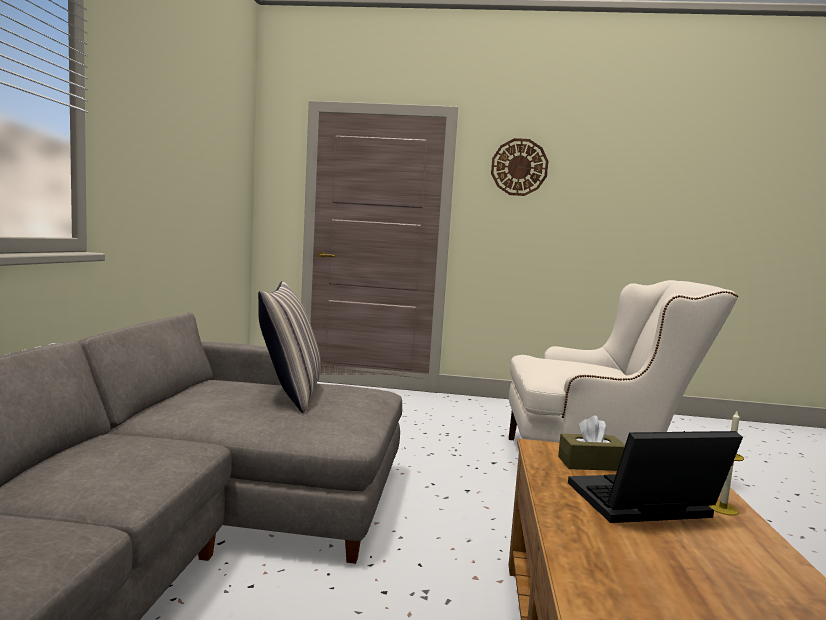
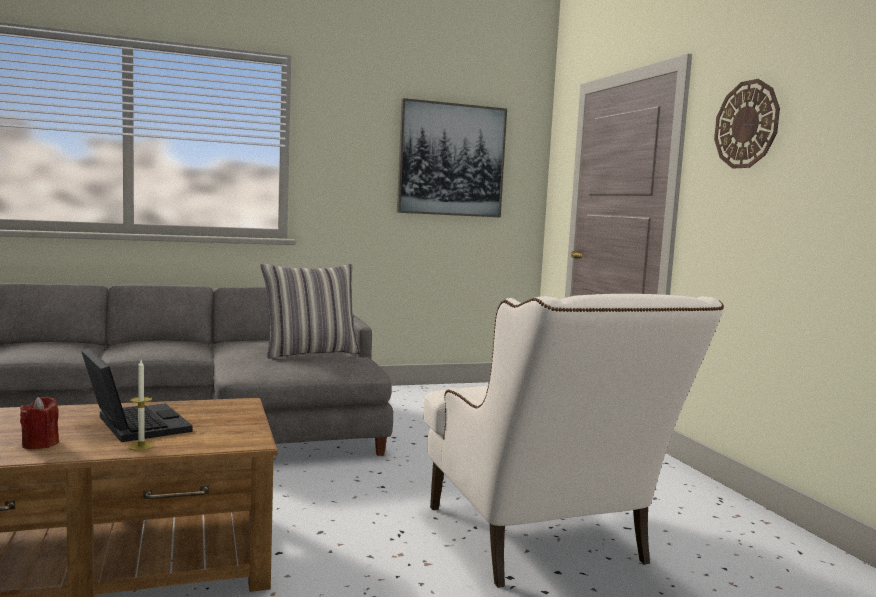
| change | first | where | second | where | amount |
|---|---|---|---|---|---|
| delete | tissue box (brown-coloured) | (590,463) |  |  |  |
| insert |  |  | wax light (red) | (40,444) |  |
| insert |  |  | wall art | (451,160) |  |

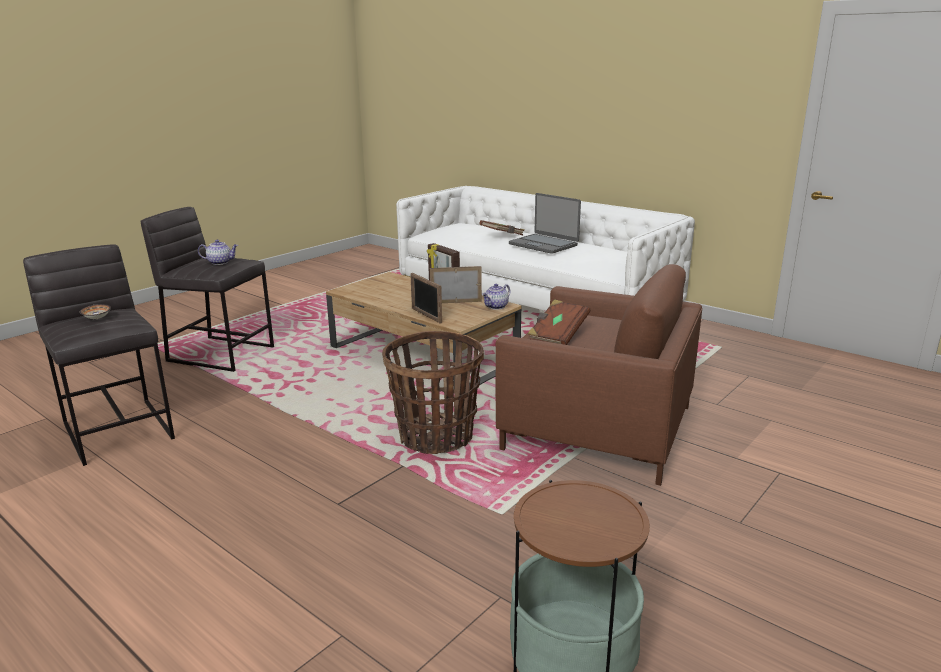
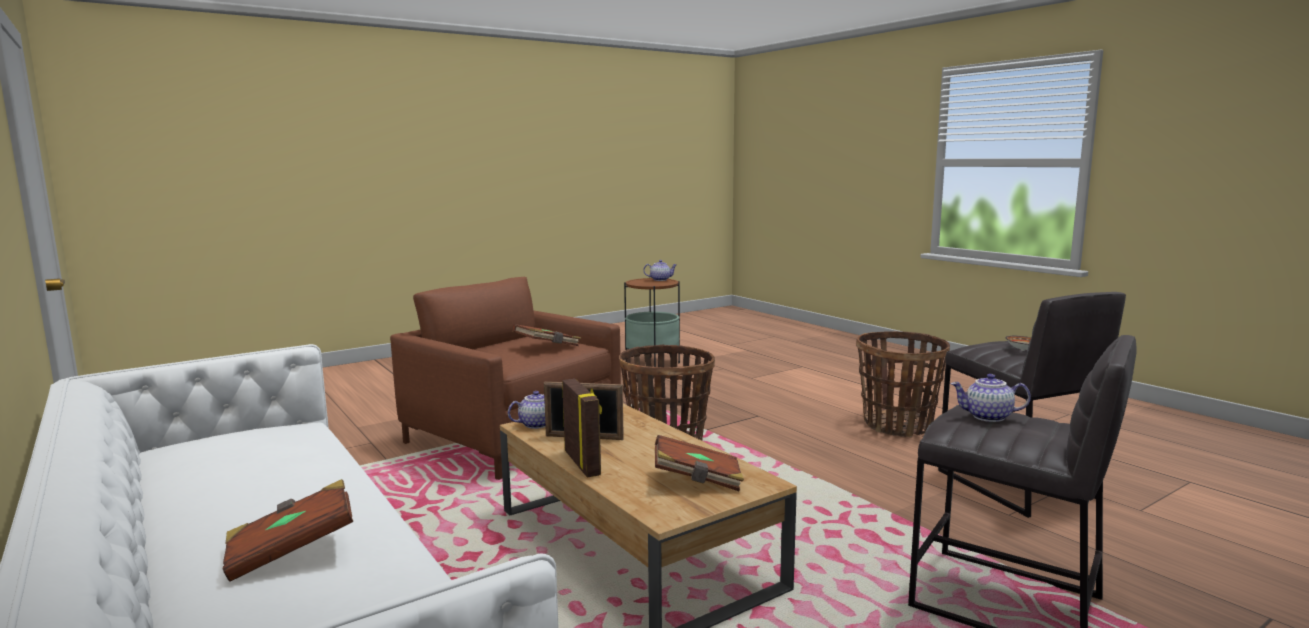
| change | first | where | second | where | amount |
|---|---|---|---|---|---|
| delete | standing frame | (426,315) |  |  |  |
| delete | portable computer | (543,244) |  |  |  |
| insert |  |  | teapot | (660,279) |  |
| insert |  |  | bound book (brown-coloured) | (697,480) |  |
| insert |  |  | storage basket | (897,425) |  |

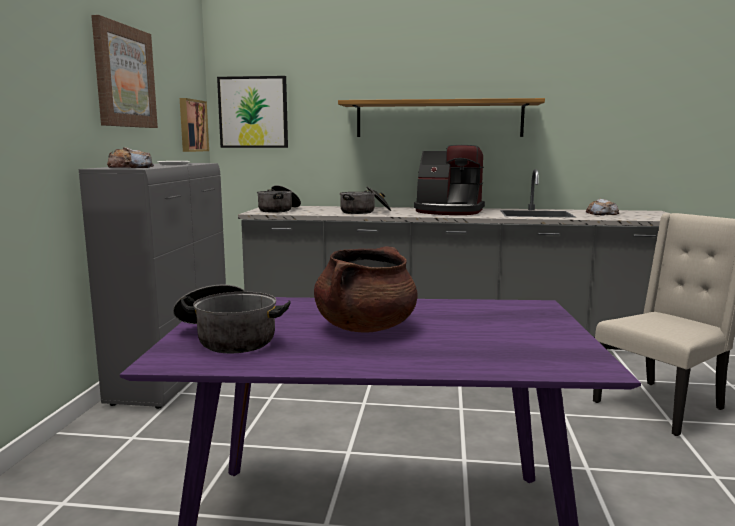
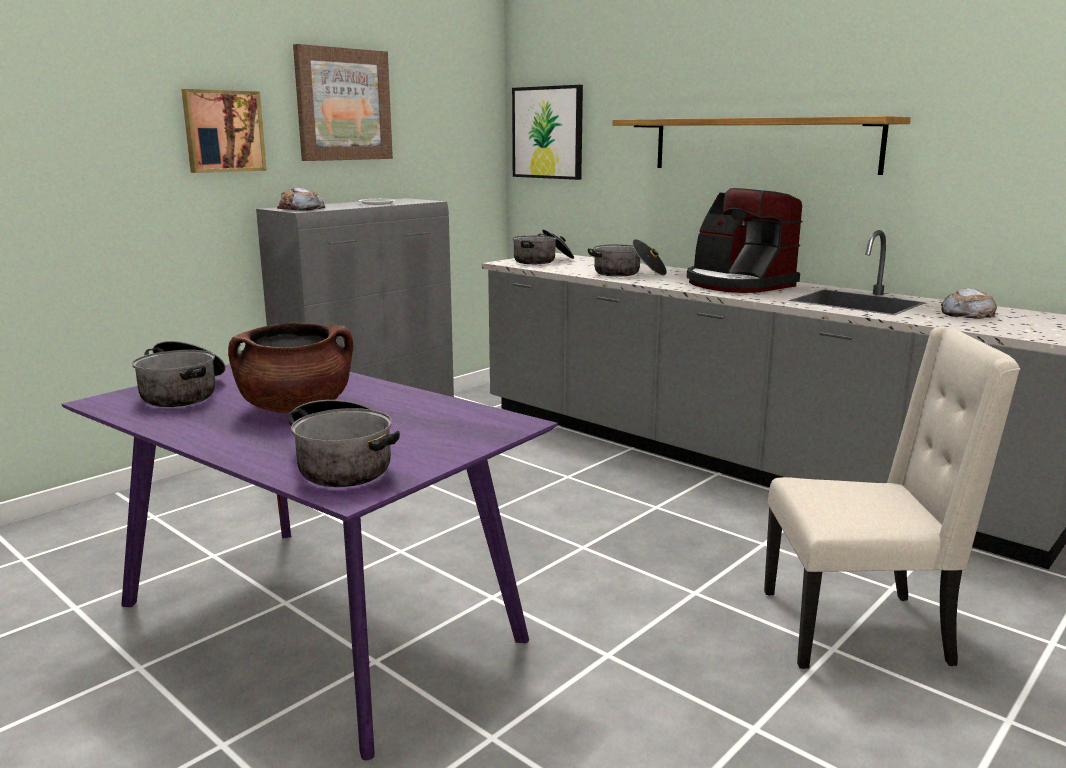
| change | first | where | second | where | amount |
|---|---|---|---|---|---|
| move | wall art | (192,125) |  | (223,131) |  |
| insert |  |  | saucepot | (342,464) |  |

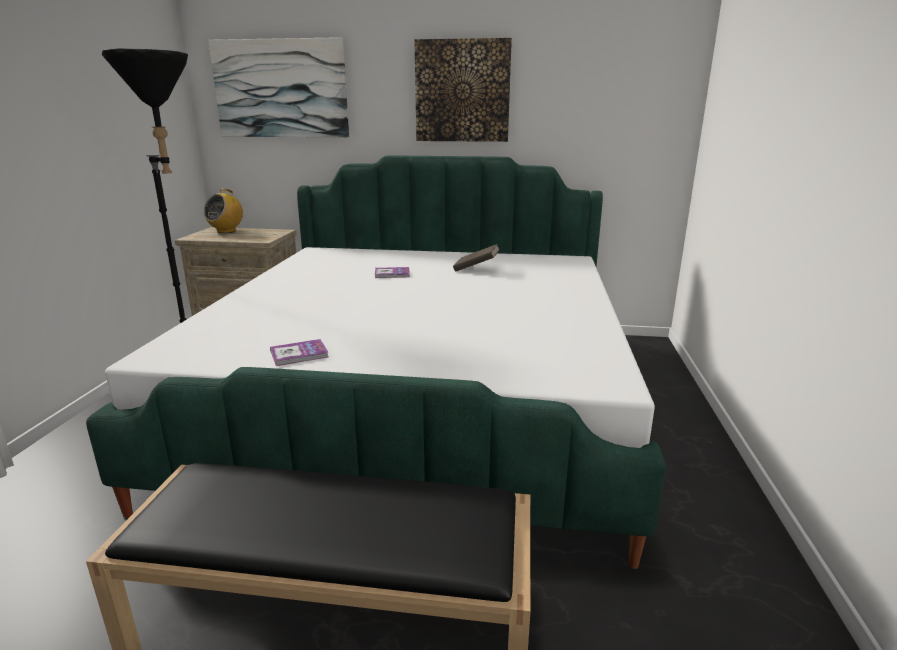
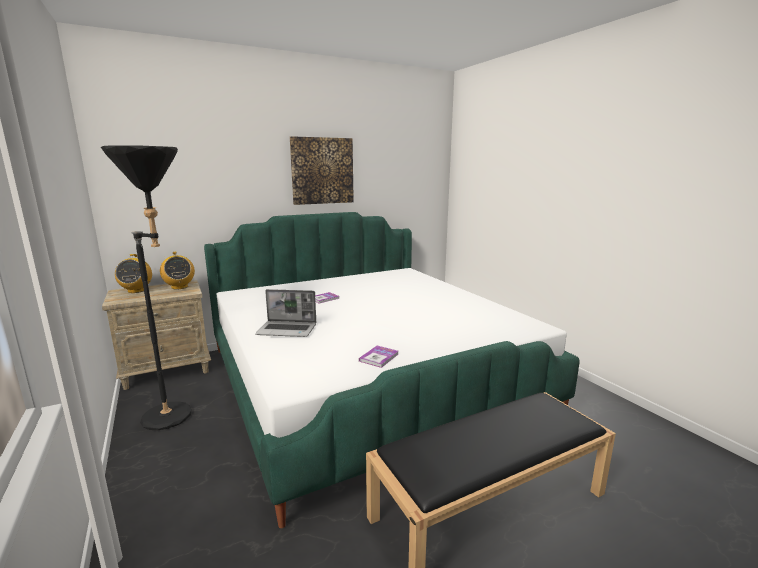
| change | first | where | second | where | amount |
|---|---|---|---|---|---|
| delete | wall art | (281,89) |  |  |  |
| delete | bound book (brown-coloured) | (476,269) |  |  |  |
| insert |  |  | radio receiver | (179,287) |  |
| insert |  |  | portable computer | (287,330) |  |

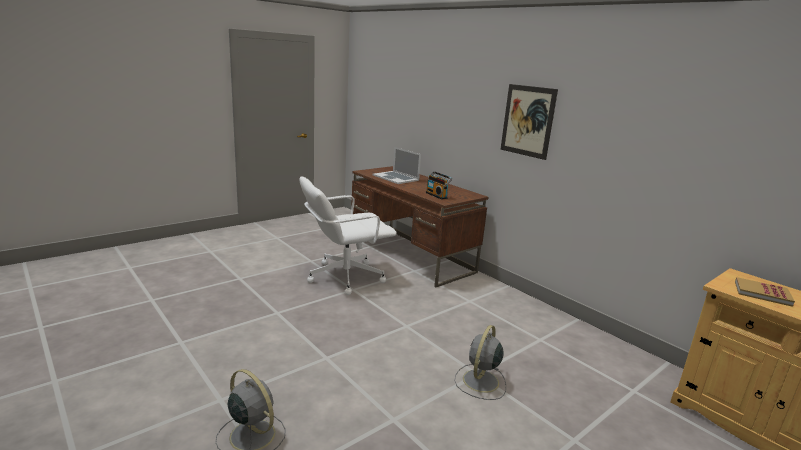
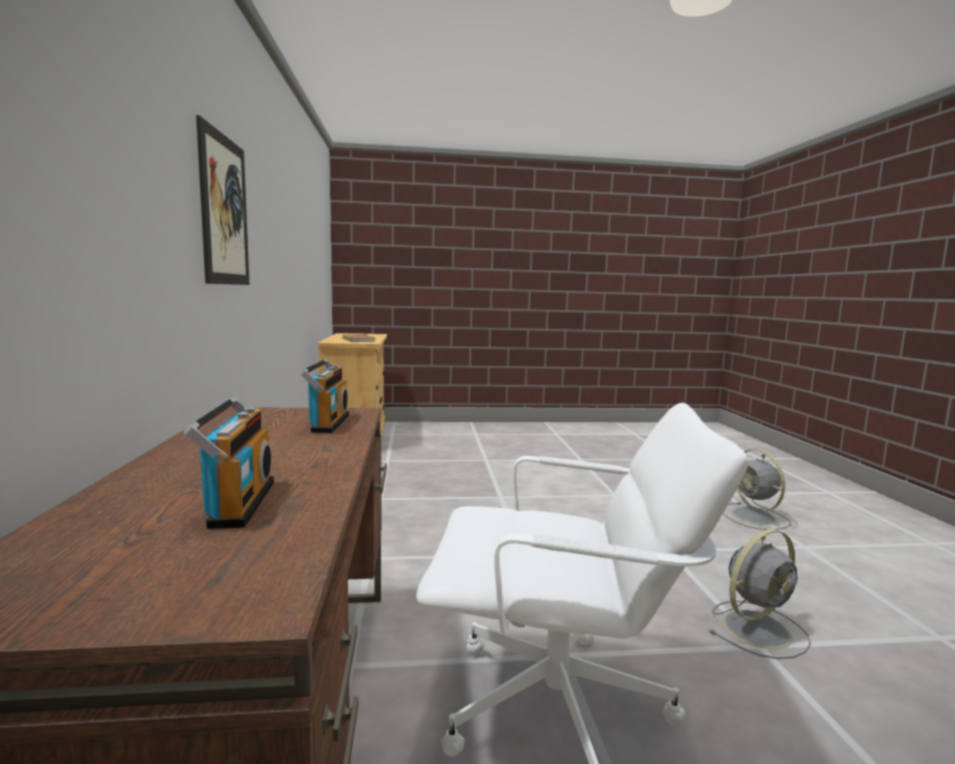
| change | first | where | second | where | amount |
|---|---|---|---|---|---|
| replace | portable computer | (396,178) | radio receiver | (237,503) |  |
| move | cooling fan (grey) | (480,382) |  | (758,628) |  |

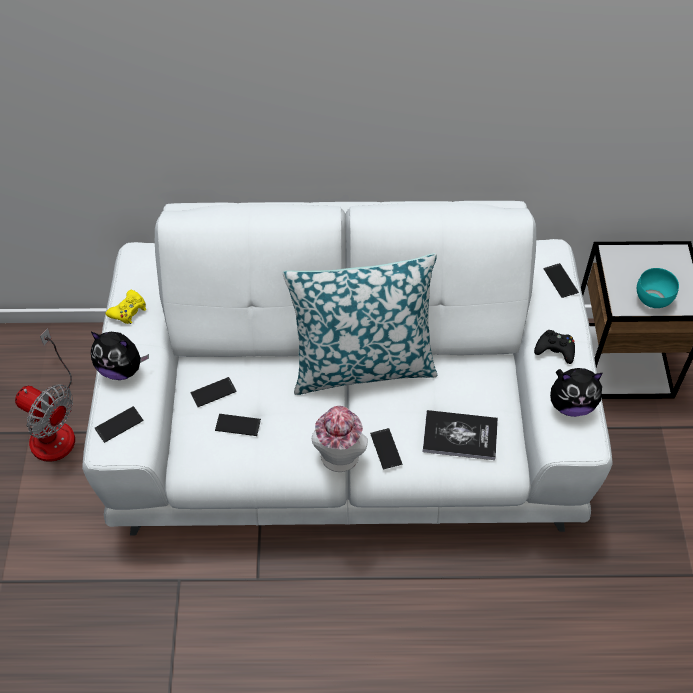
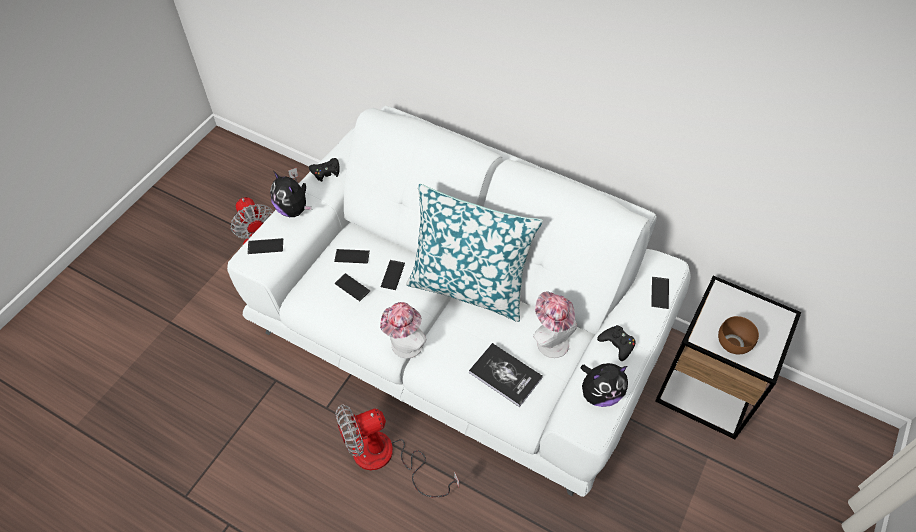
| change | first | where | second | where | amount |
|---|---|---|---|---|---|
| recolor | gamepad (yellowish) | (128,311) | gamepad (black-coloured) | (326,172) |  |
| move | phone | (386,449) |  | (393,275) |  |
| rotate | soft toy | (571,405) |  | (600,393) | 45 degrees counterclockwise |
| recolor | deep dish (turquoise) | (654,299) | deep dish (brown-coloured) | (734,345) |  |
| insert |  |  | cooling fan | (386,458) |  |
| insert |  |  | hat | (550,340) |  |

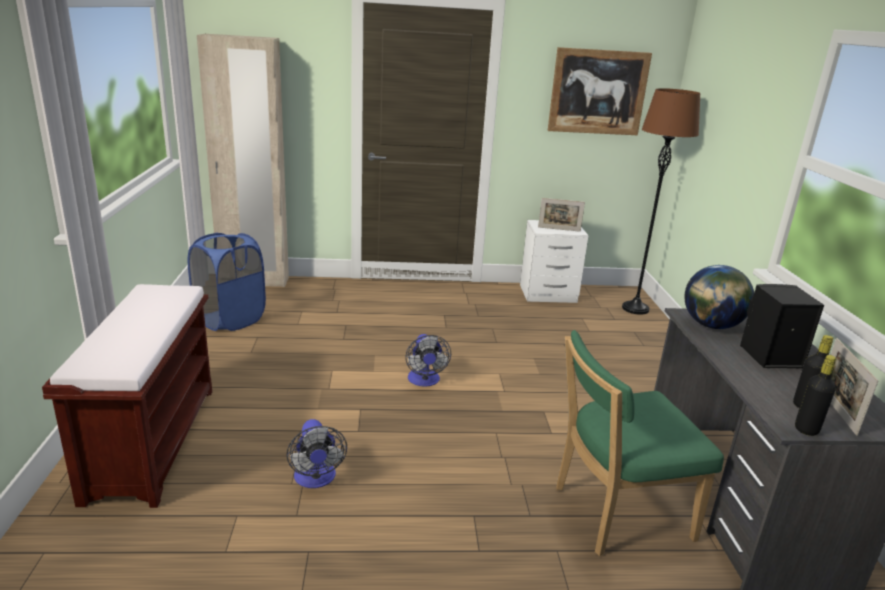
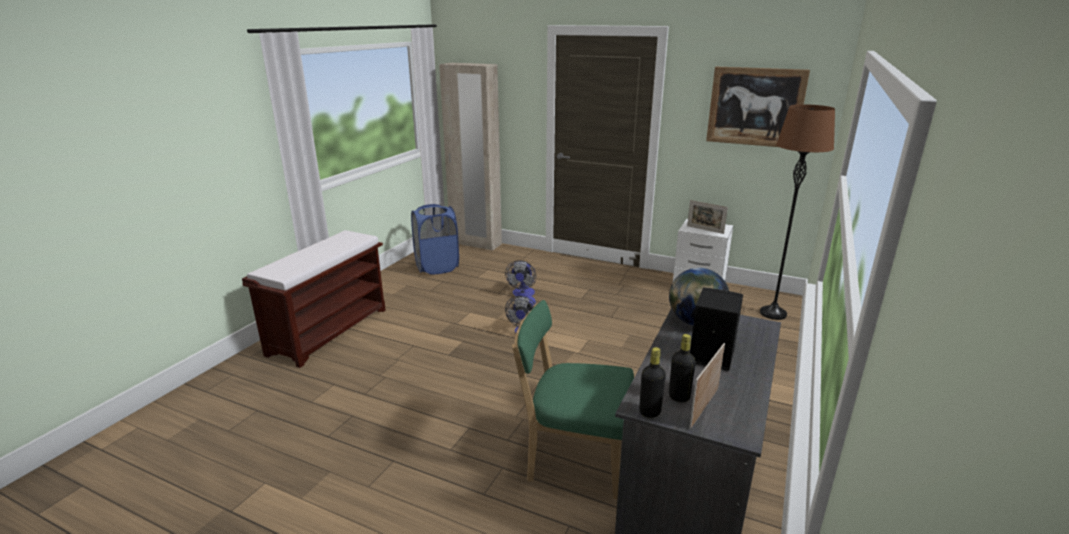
| change | first | where | second | where | amount |
|---|---|---|---|---|---|
| move | cooling fan | (316,479) |  | (522,294) |  |

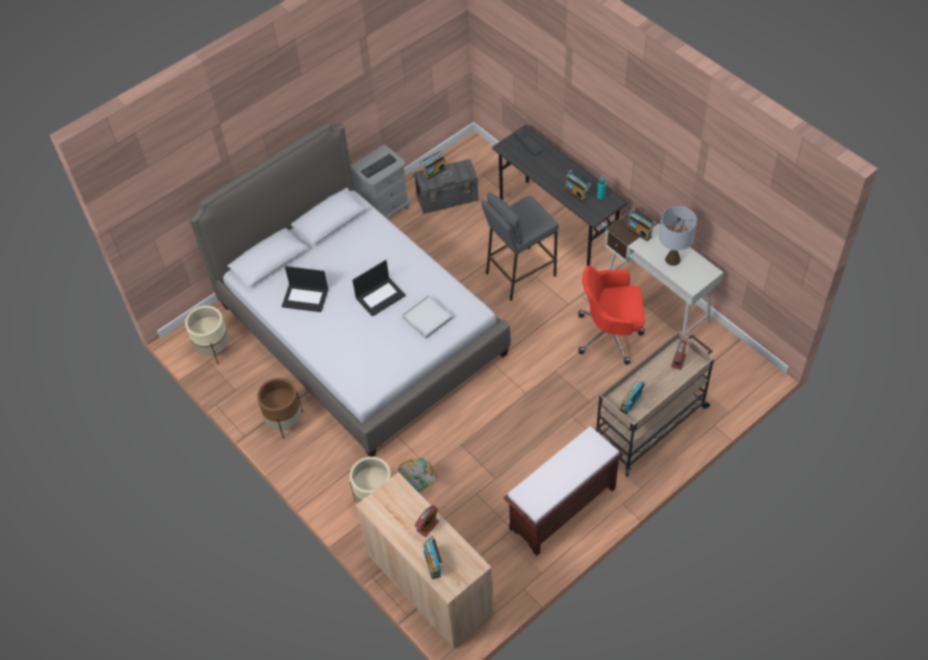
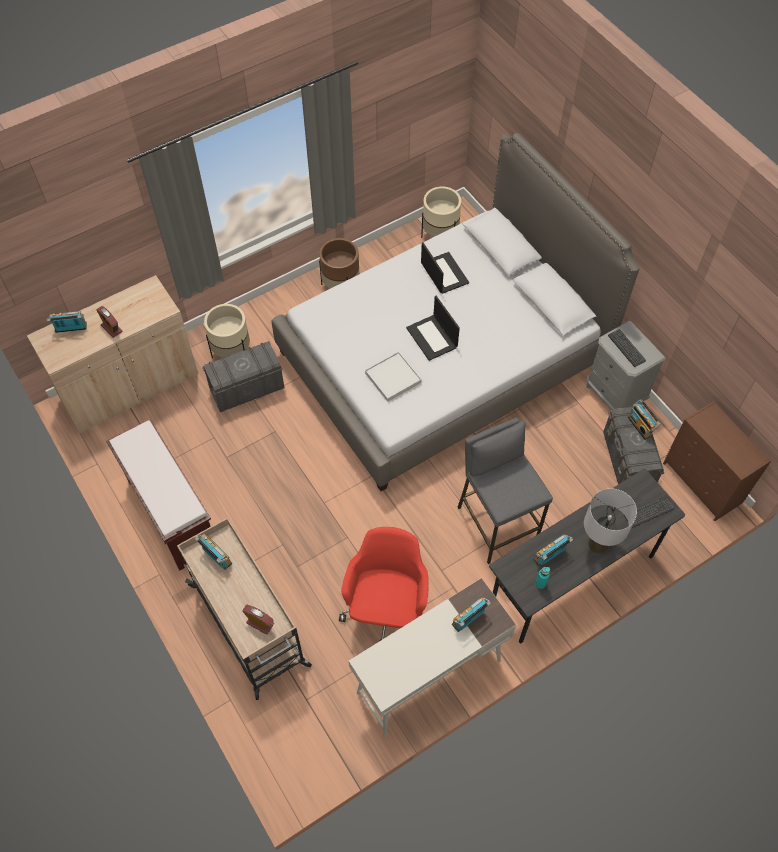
| change | first | where | second | where | amount |
|---|---|---|---|---|---|
| rotate | portable computer | (306,297) |  | (443,273) | 135 degrees clockwise |
| replace | cooling fan | (418,478) | storage bin (grey) | (246,389) |  |
| move | tabletop lamp (grey) | (672,260) |  | (597,544) |  |
| insert |  |  | dresser (brown-coloured) | (703,483) |  |

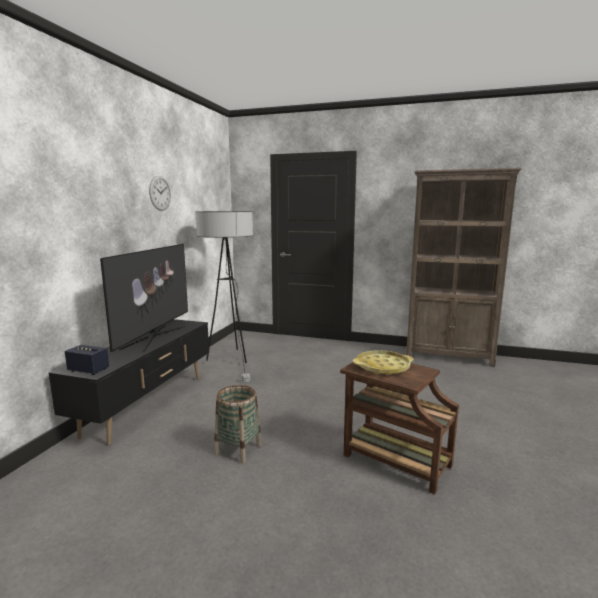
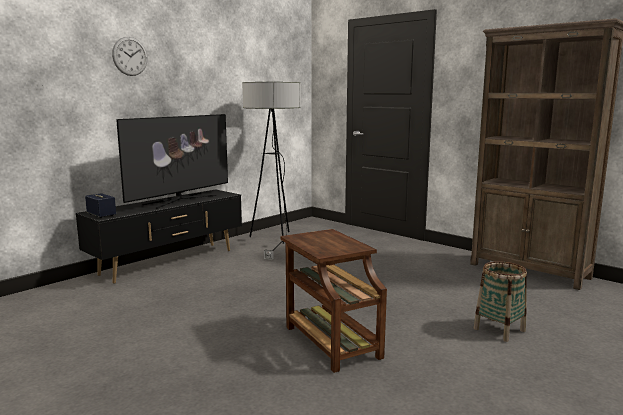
| change | first | where | second | where | amount |
|---|---|---|---|---|---|
| move | wall clock | (160,193) |  | (130,56) |  |
| move | storage basket | (238,449) |  | (499,330) |  |
| delete | serving tray (yellowish) | (383,367) |  |  |  |

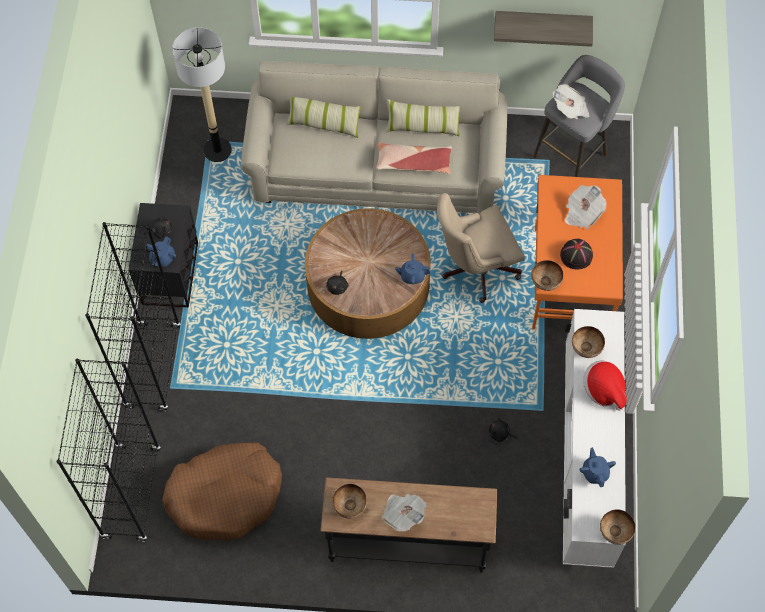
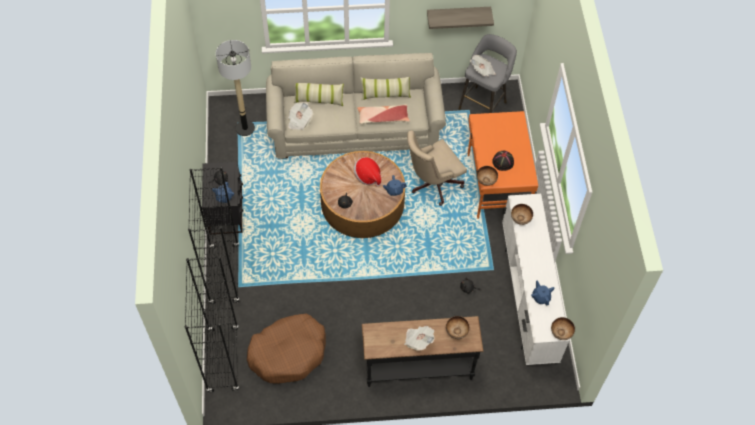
| change | first | where | second | where | amount |
|---|---|---|---|---|---|
| move | deep dish | (350,506) |  | (456,332) |  |
| move | daily paper | (582,213) |  | (299,121) |  |
| move | hat | (603,390) |  | (367,176) |  |

